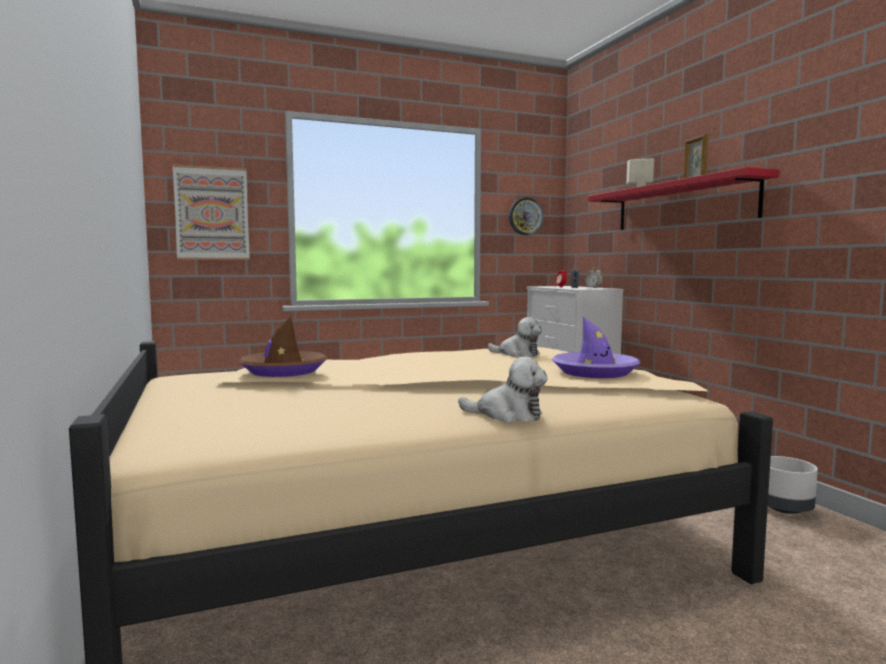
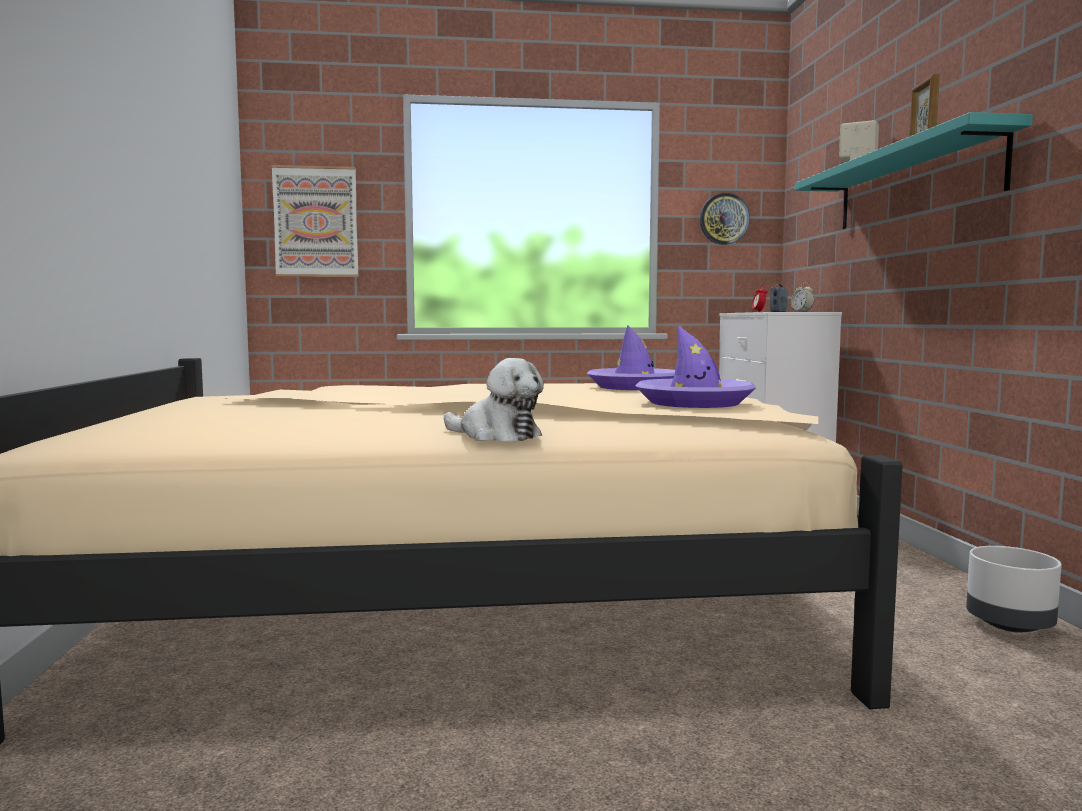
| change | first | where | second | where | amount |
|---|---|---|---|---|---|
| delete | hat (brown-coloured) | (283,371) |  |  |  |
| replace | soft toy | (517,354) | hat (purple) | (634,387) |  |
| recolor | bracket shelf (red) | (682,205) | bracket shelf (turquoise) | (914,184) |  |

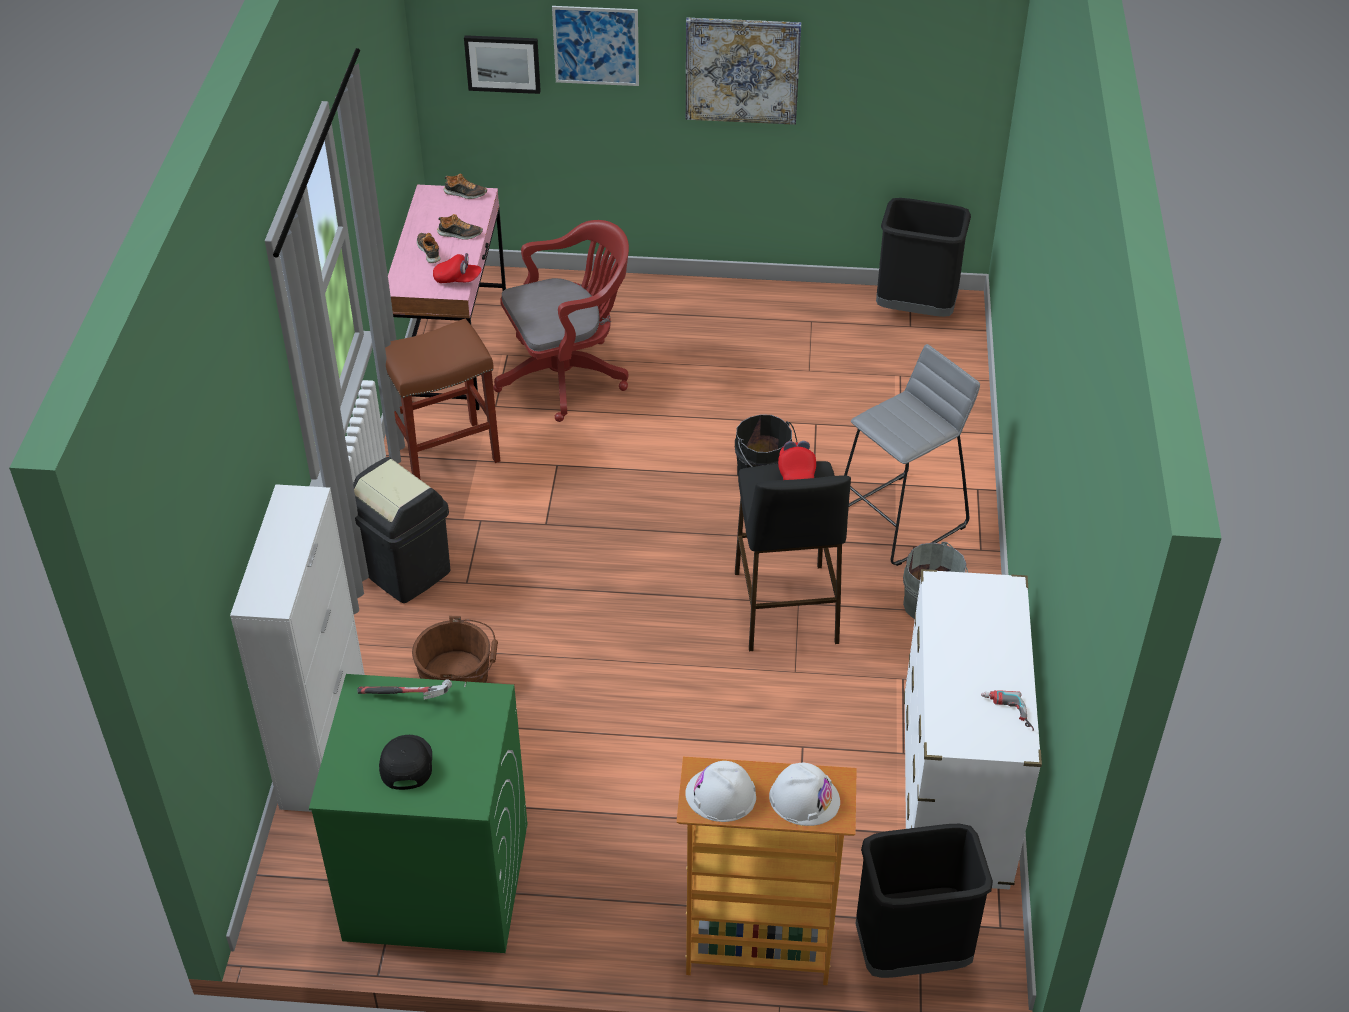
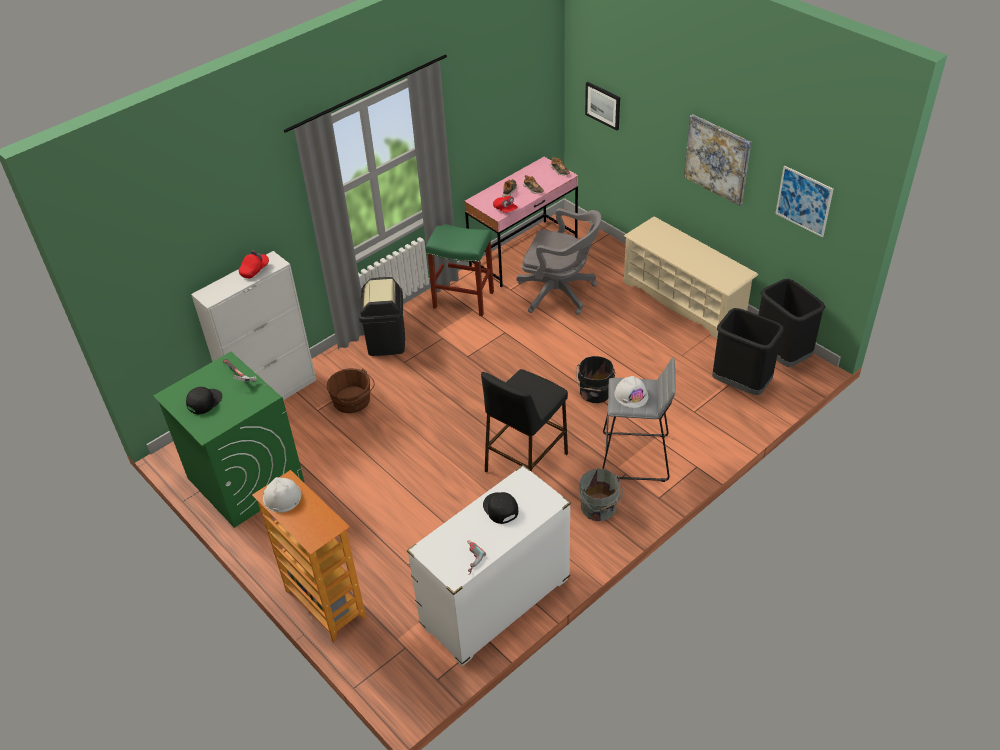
| change | first | where | second | where | amount |
|---|---|---|---|---|---|
| recolor | stool (brown-coloured) | (445,455) | stool (green) | (462,300) |  |
| recolor | desk chair (red) | (568,375) | desk chair (grey) | (560,293) |  |
| move | wall art | (596,45) |  | (804,201) |  |
| move | safety helmet (whitish) | (804,798) |  | (631,395) |  |
| move | baseball cap (red) | (796,471) |  | (255,270) |  |
| move | rubbish bin (black-coloured) | (912,952) |  | (741,384) |  |
| insert |  |  | baseball cap (black-coloured) | (500,508) |  |
| insert |  |  | shoe rack (sand-coloured) | (684,301) |  |

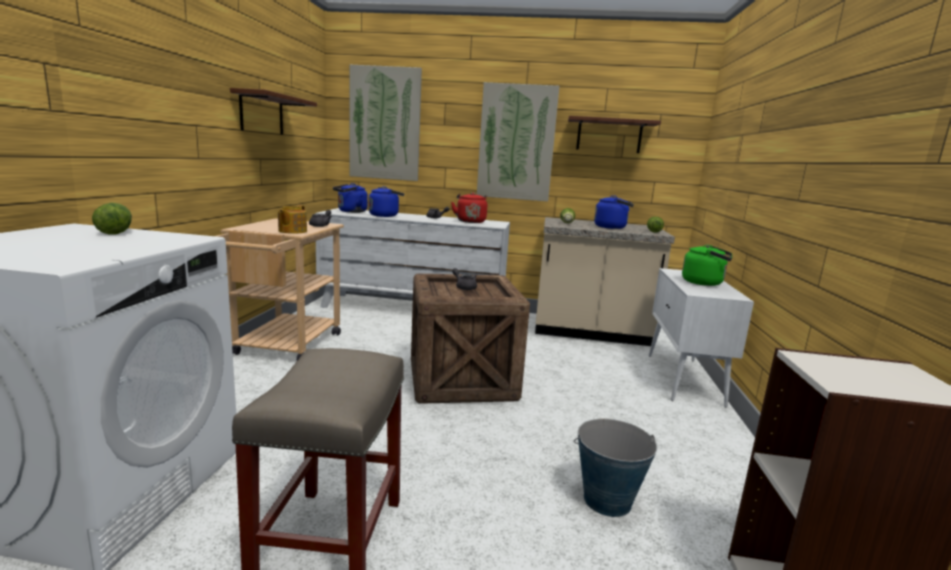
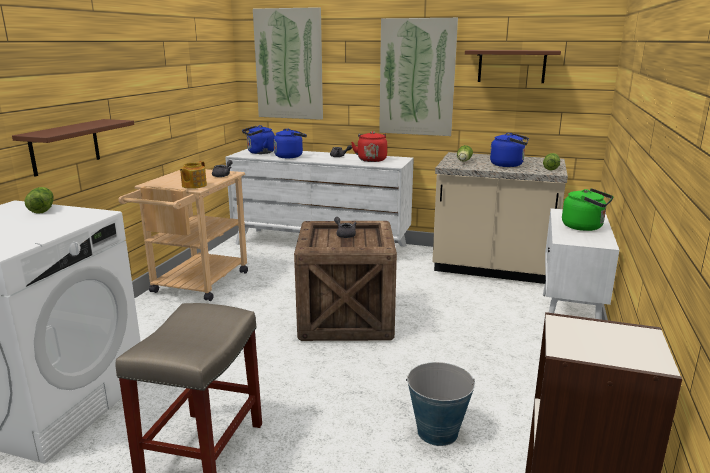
| change | first | where | second | where | amount |
|---|---|---|---|---|---|
| move | bracket shelf (brown-coloured) | (262,113) |  | (65,147) |  |

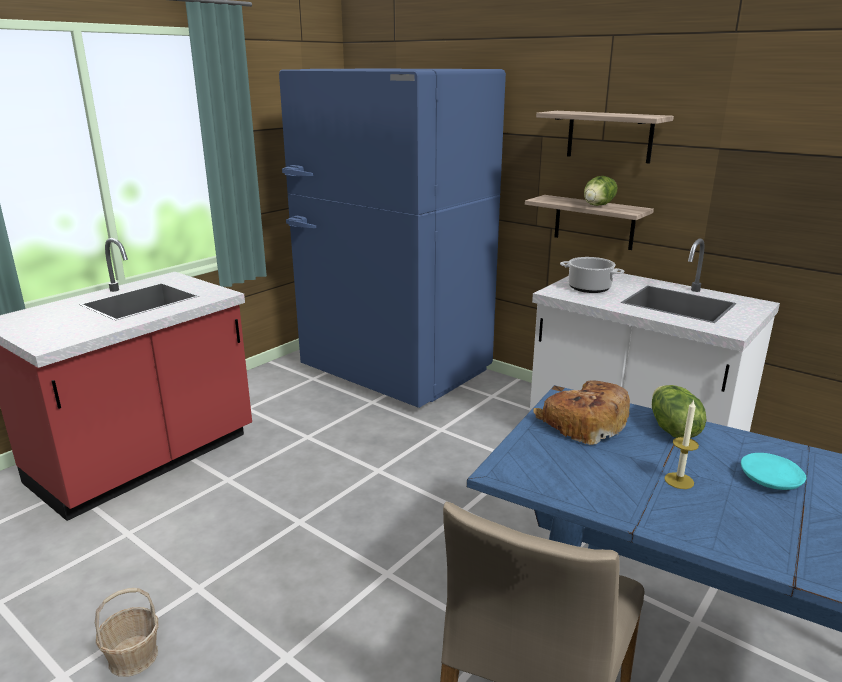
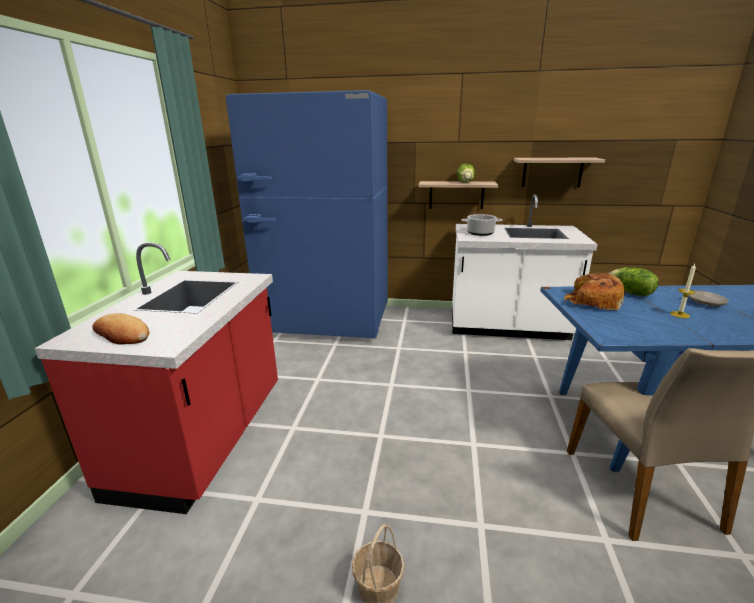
| change | first | where | second | where | amount |
|---|---|---|---|---|---|
| move | bracket shelf | (609,136) |  | (552,172) |  |
| recolor | plate (turquoise) | (771,480) | plate (sand-coloured) | (706,303) |  |
| insert |  |  | bread | (122,335) |  |

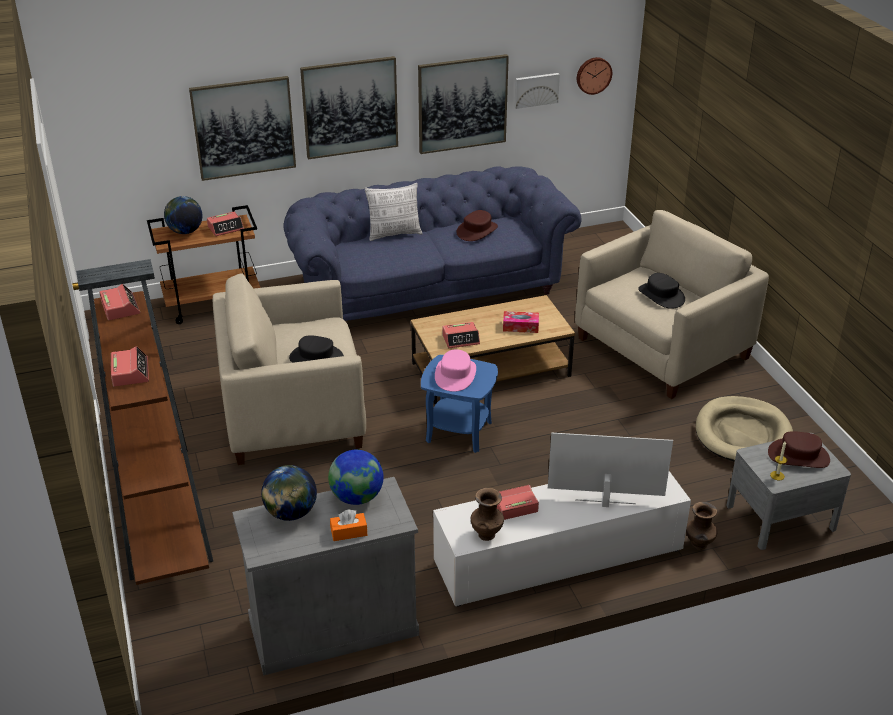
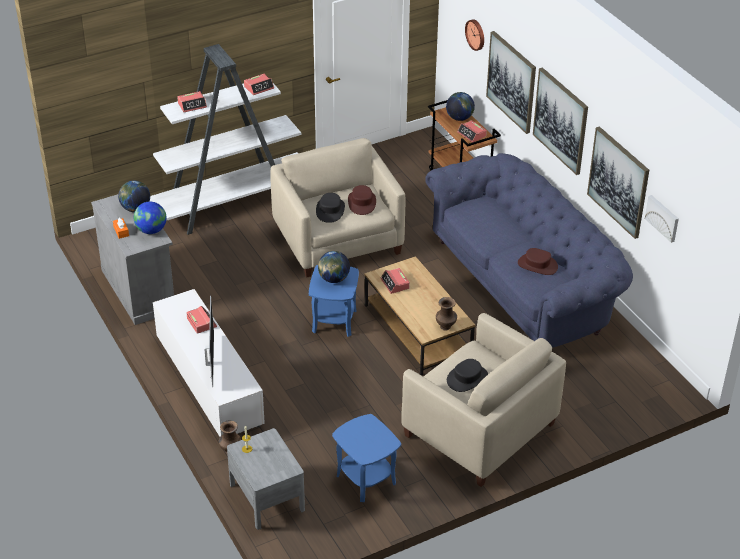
| change | first | where | second | where | amount |
|---|---|---|---|---|---|
| recolor | shelving unit (brown-coloured) | (159,507) | shelving unit (whitish) | (231,204) |  |
| delete | pillow | (394,234) |  |  |  |
| replace | hat (pink) | (455,375) | globe | (333,279) |  |
| move | decorative vase (brown-coloured) | (486,534) |  | (446,327) |  |
| delete | tissue box | (520,327) |  |  |  |
| move | wall clock | (593,75) |  | (476,34) |  |
| replace | dog cushion (sand-coloured) | (743,434) | end table (blue-coloured) | (366,479) |  |
| move | hat (brown-coloured) | (798,456) |  | (362,203) |  |

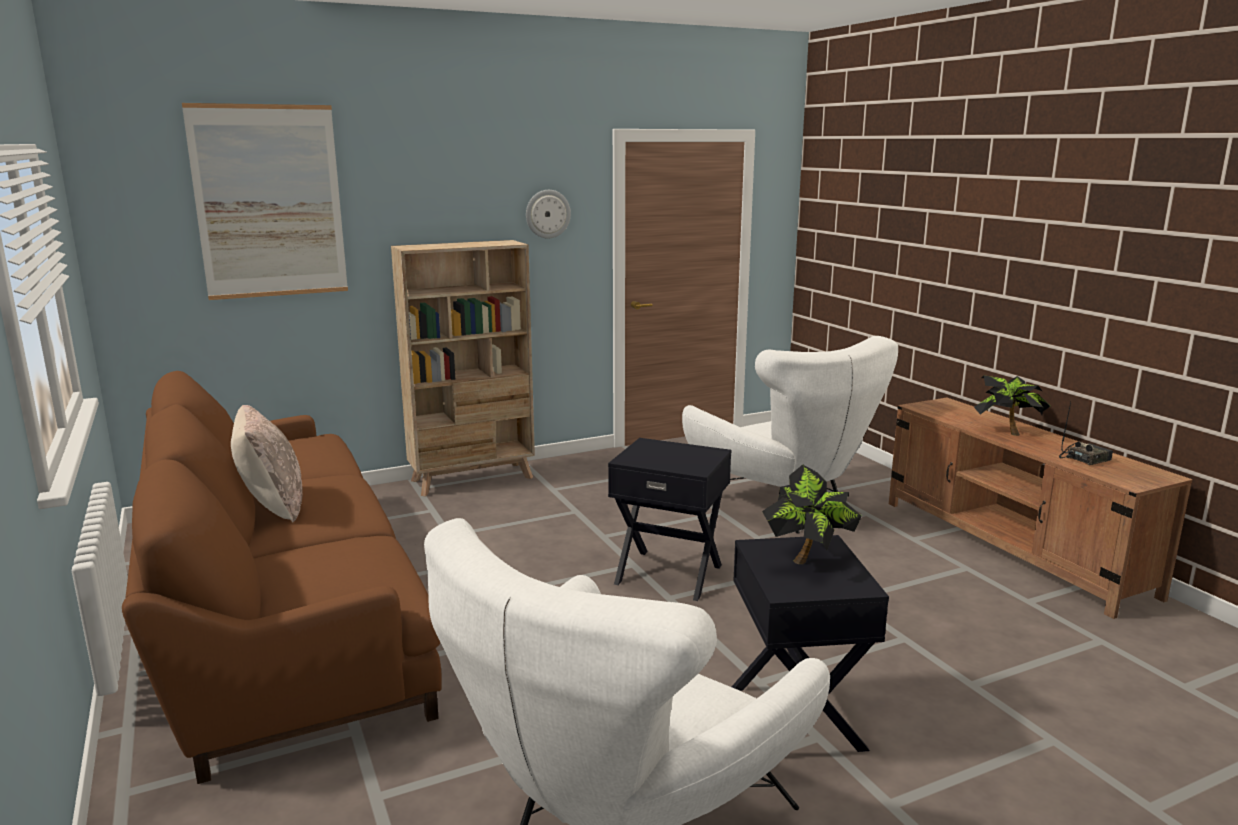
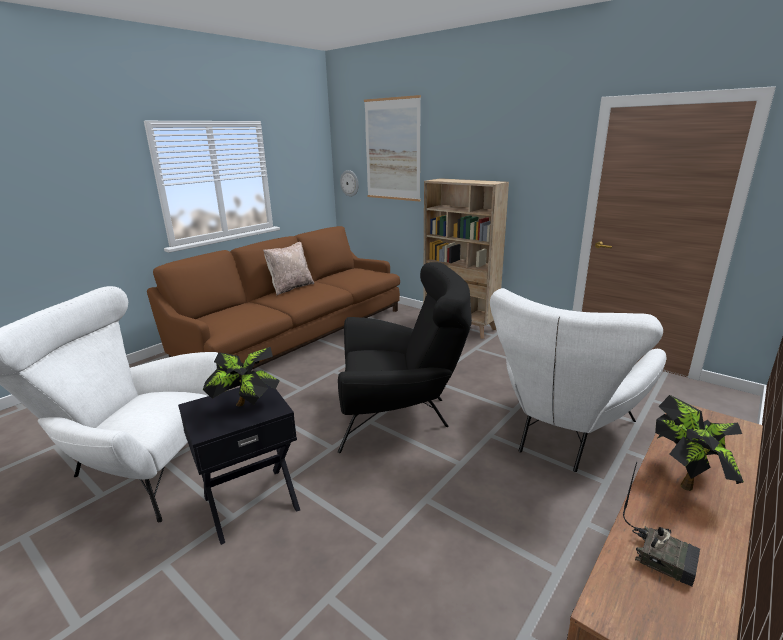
| change | first | where | second | where | amount |
|---|---|---|---|---|---|
| move | wall clock | (547,214) |  | (349,183) |  |
| replace | end table (black-coloured) | (669,573) | armchair (black-coloured) | (401,413) |  |

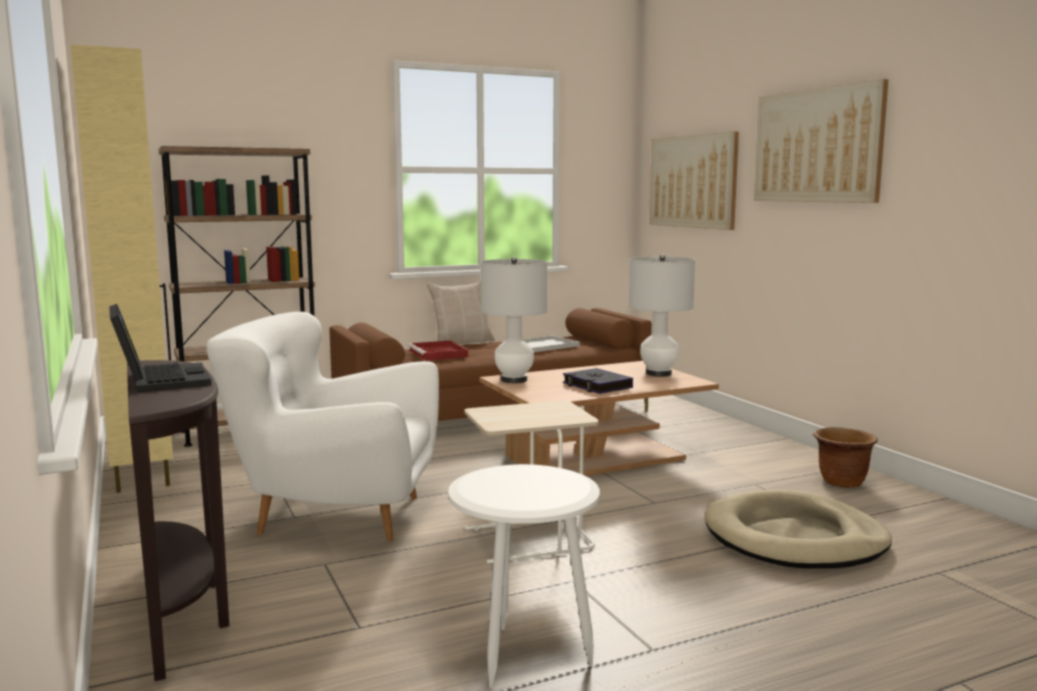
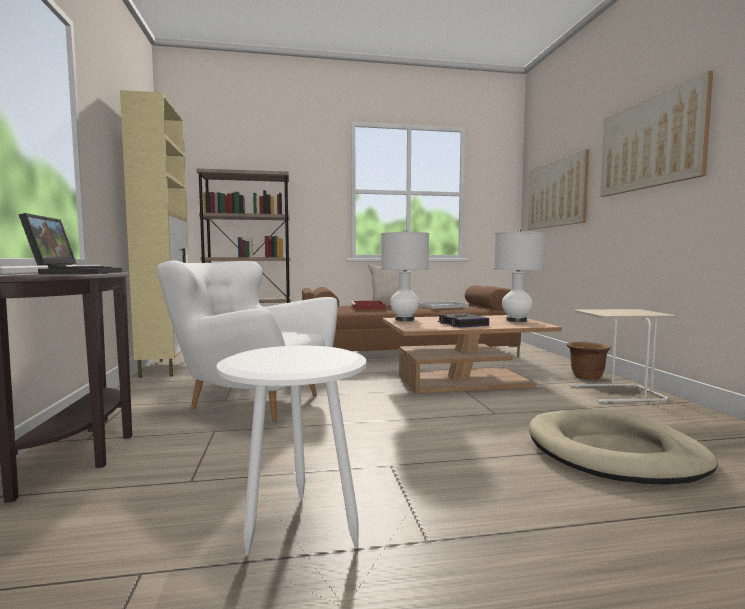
| change | first | where | second | where | amount |
|---|---|---|---|---|---|
| move | end table (sand-coloured) | (528,540) |  | (617,394) |  |
| move | flower pot (brown-coloured) | (841,482) |  | (586,376) |  |

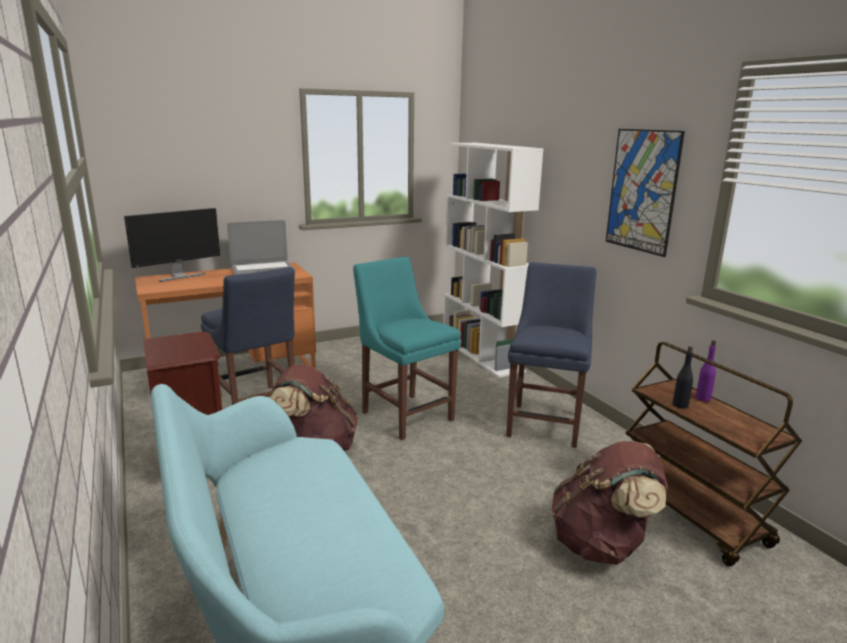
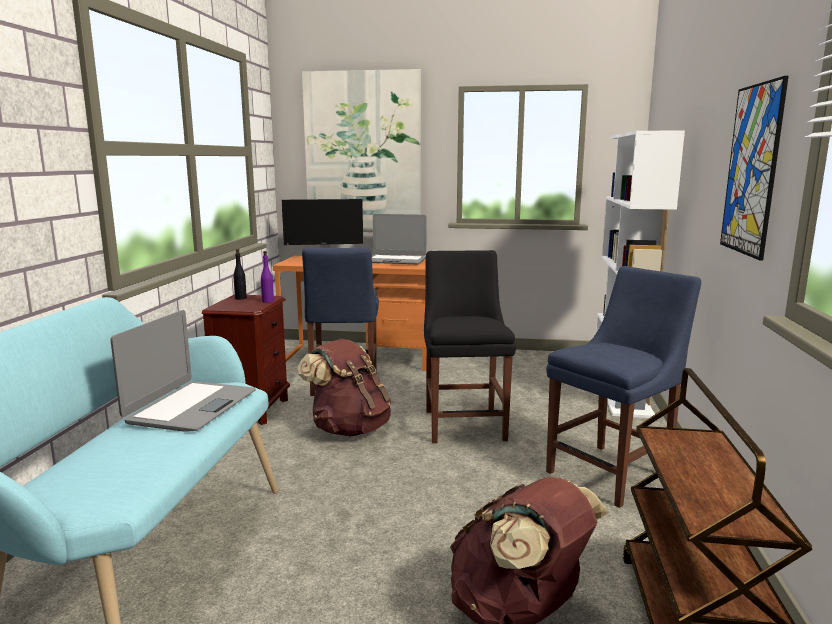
| change | first | where | second | where | amount |
|---|---|---|---|---|---|
| recolor | chair (turquoise) | (405,414) | chair (black-coloured) | (464,423) |  |
| move | beverage bottle (black-coloured) | (680,405) |  | (240,298) |  |
| move | beverage bottle (purple) | (703,398) |  | (268,301) |  |
| insert |  |  | portable computer | (191,407) |  |
| insert |  |  | wall art | (363,153) |  |

